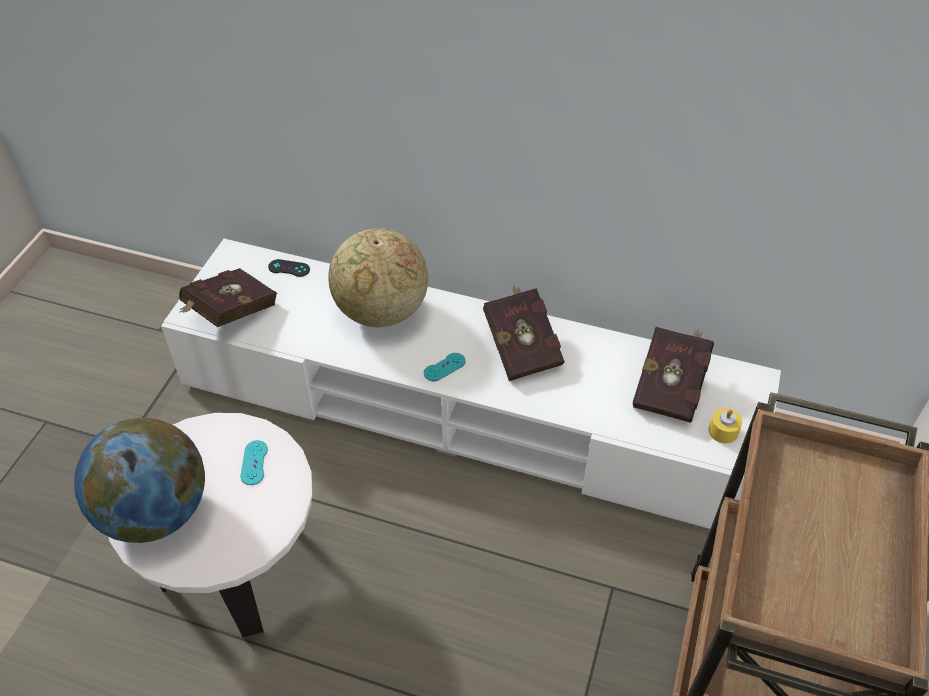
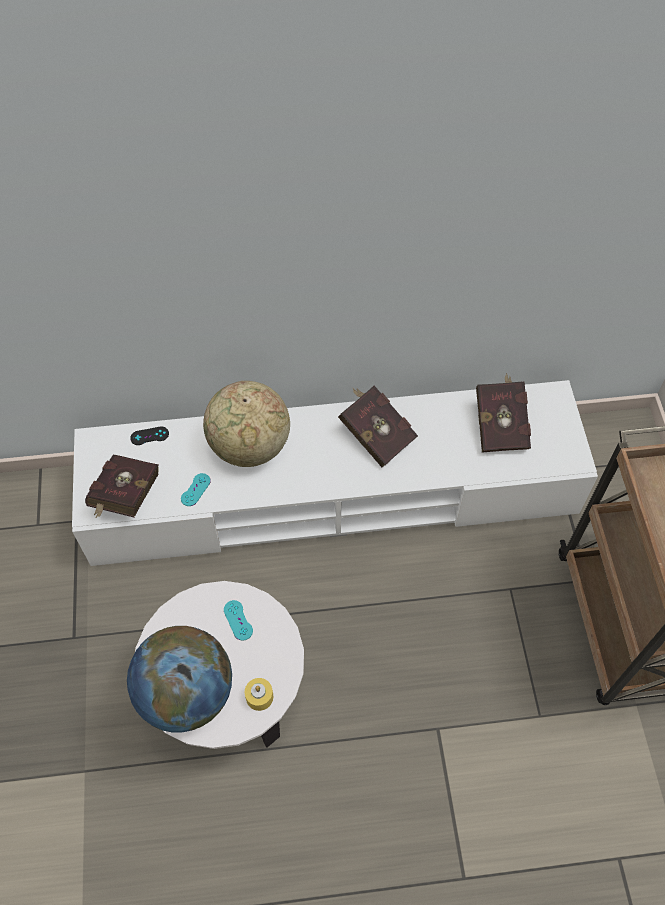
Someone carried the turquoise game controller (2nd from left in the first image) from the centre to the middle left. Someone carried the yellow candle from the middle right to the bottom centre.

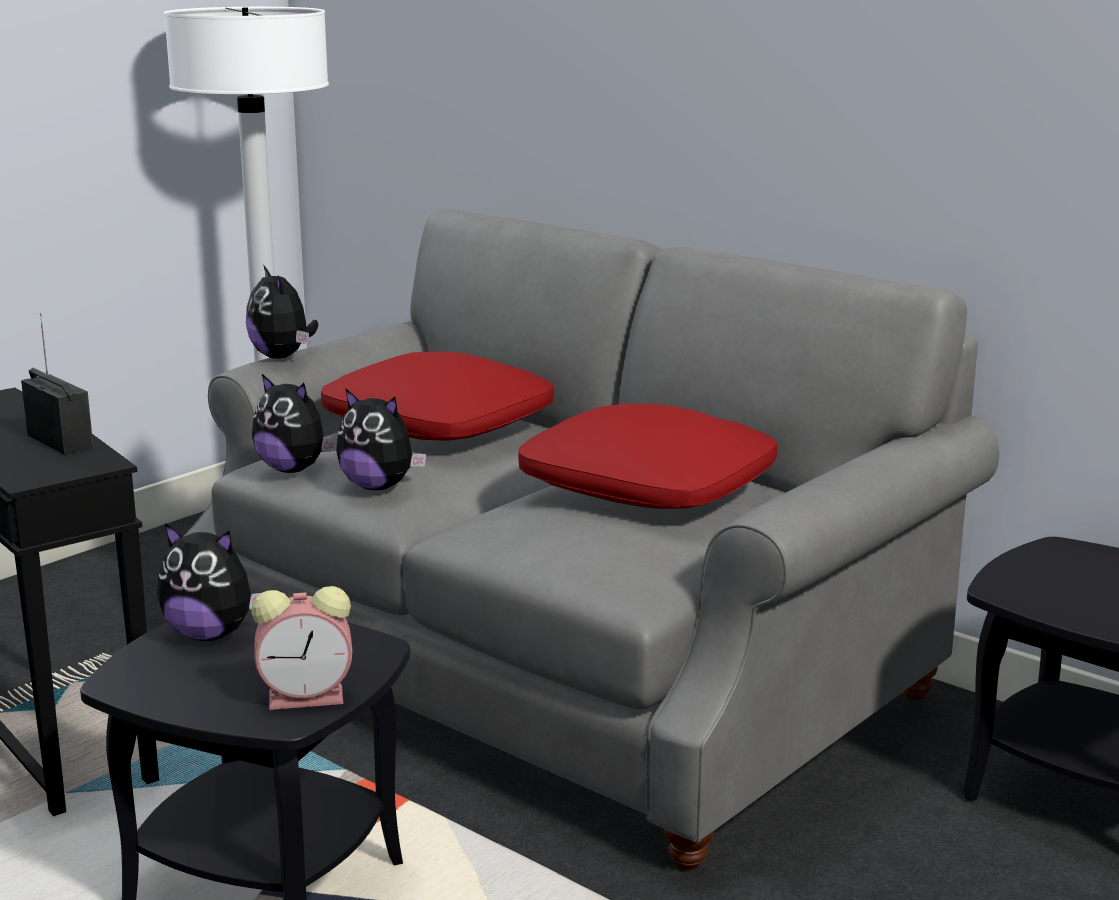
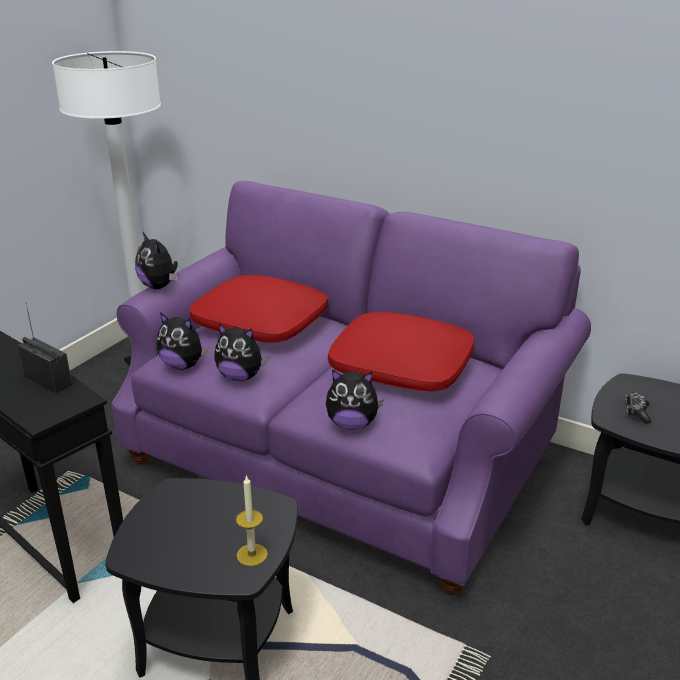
Someone repainted the grey sofa at the centre, which became the purple sofa at the centre. Someone carried the plush toy (1st from left in the first image) from the middle left to the centre. Someone swapped the alarm clock at the bottom left for the candle at the bottom centre. Someone put down the game controller at the middle right.

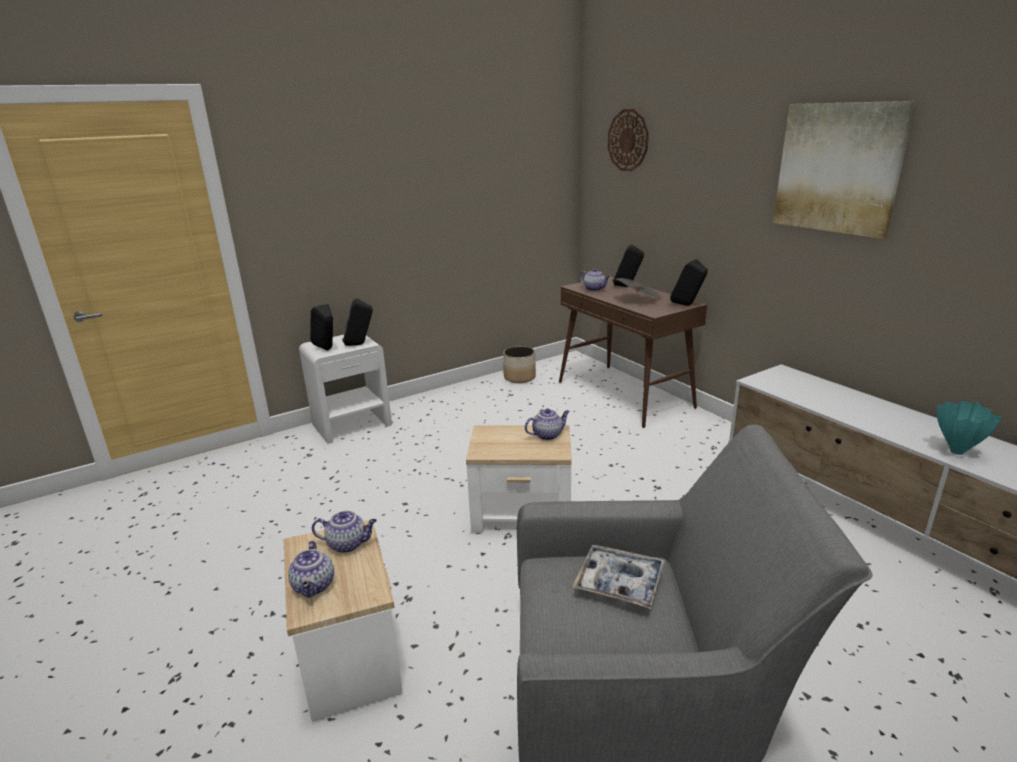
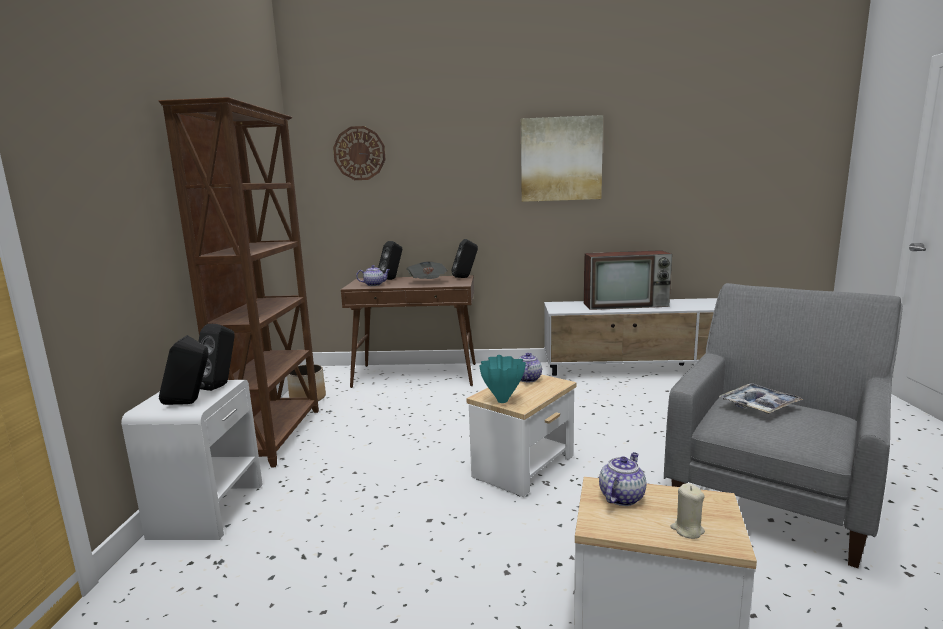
Someone carried the turquoise vase from the middle right to the centre. Someone swapped the teapot (1st from left) at the bottom left for the beige candle at the bottom right. Someone put down the brown bookcase at the middle left. Someone put down the television at the centre.

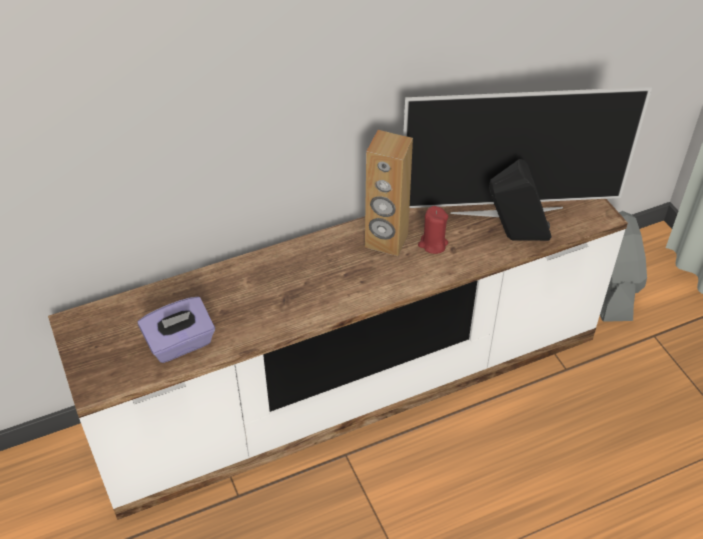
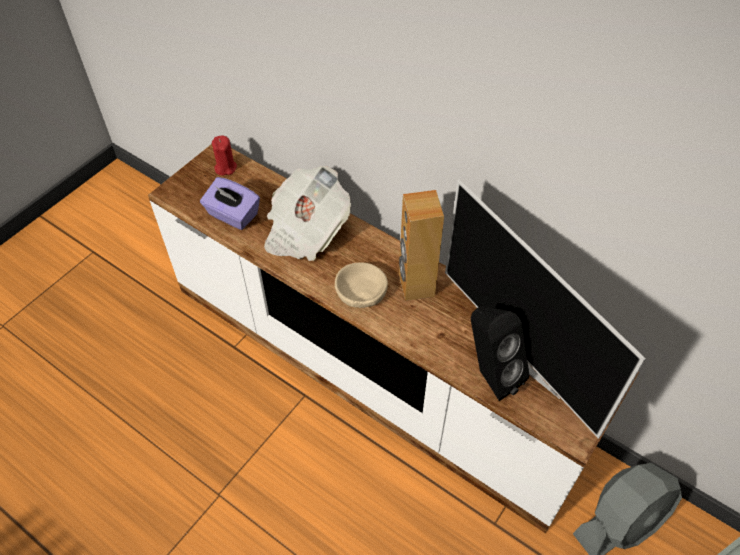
Someone carried the red candle from the centre to the top left. Someone put down the newspaper at the centre. Someone put down the beige bowl at the centre.

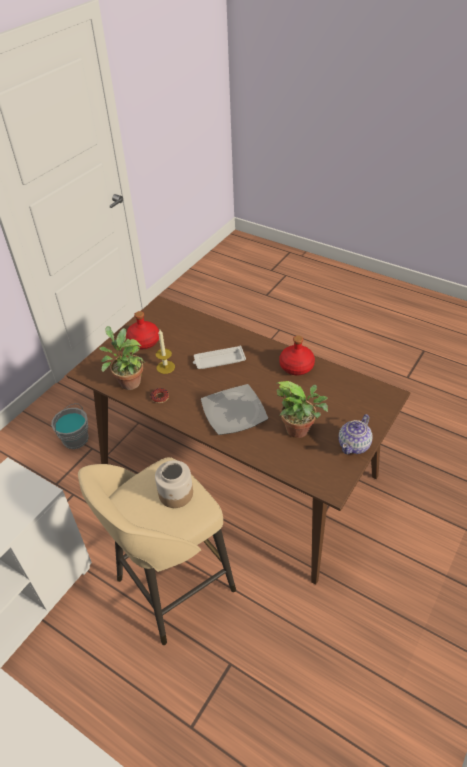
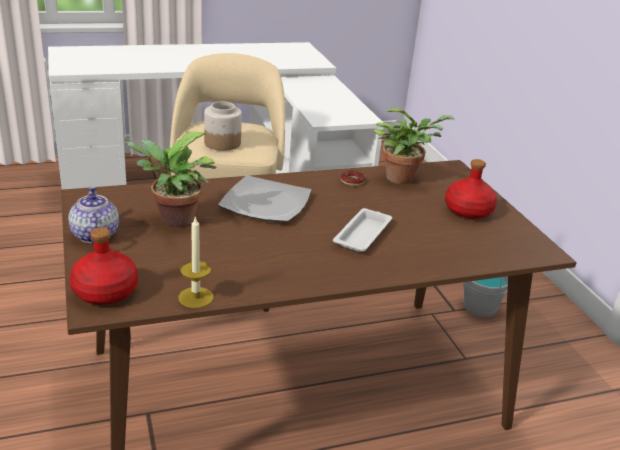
Someone carried the candle from the centre to the middle left. Someone carried the red bottle (2nd from left in the first image) from the centre to the middle left.

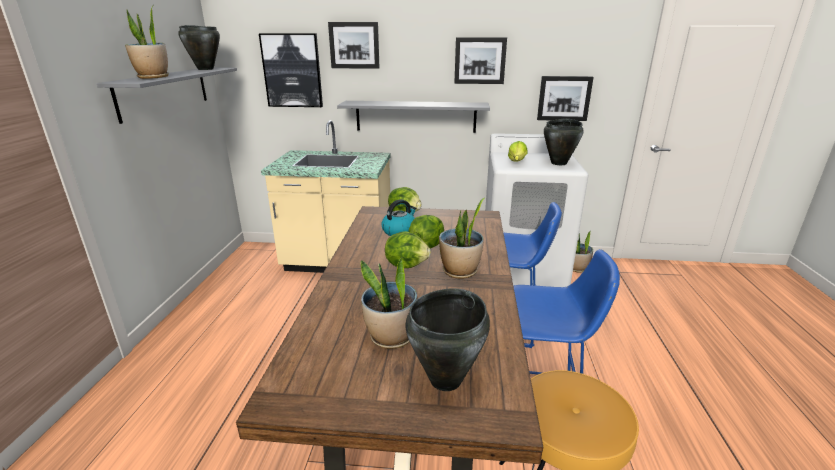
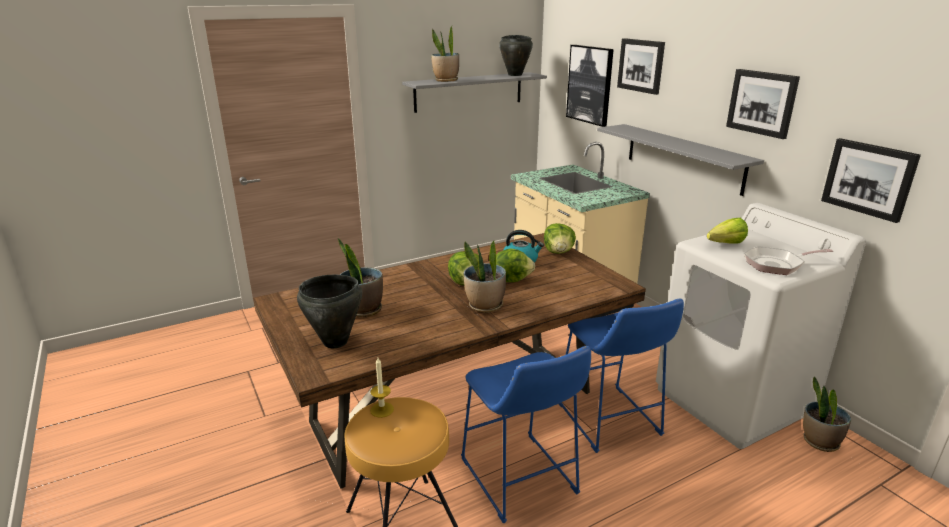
Someone swapped the black cooking pot (3rd from left) at the top right for the frying pan at the middle right. Someone put down the candle at the bottom centre.

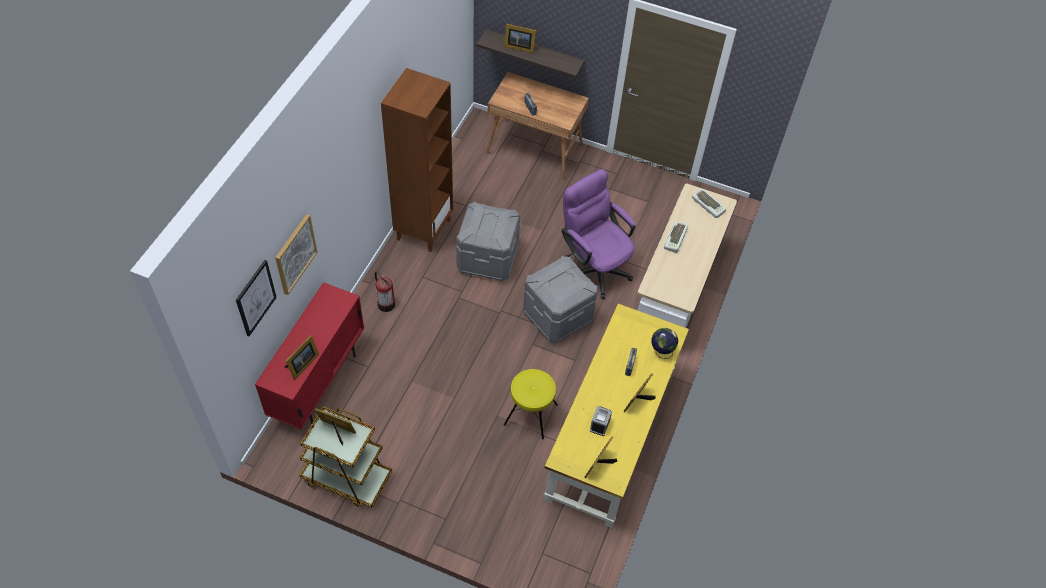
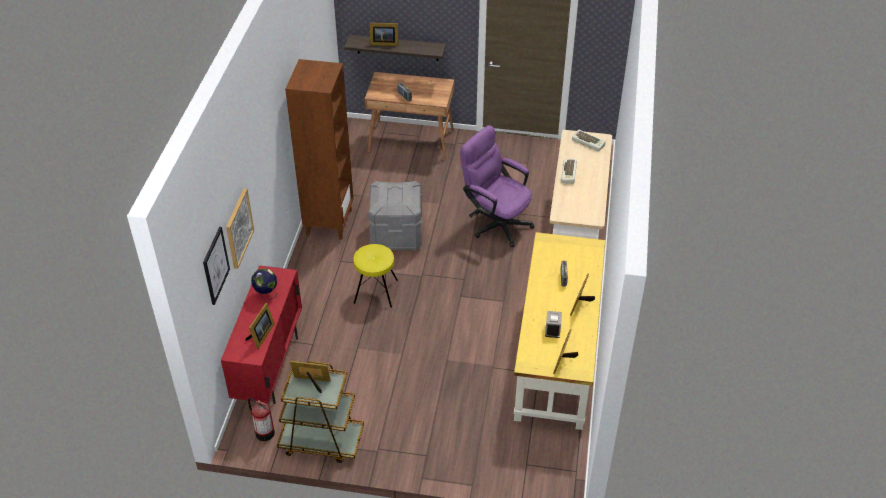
Someone took away the grey storage box (2nd from left) at the centre. Someone carried the fire extinguisher from the centre to the bottom left. Someone carried the globe from the centre to the middle left. Someone carried the yellow stool from the bottom centre to the centre.

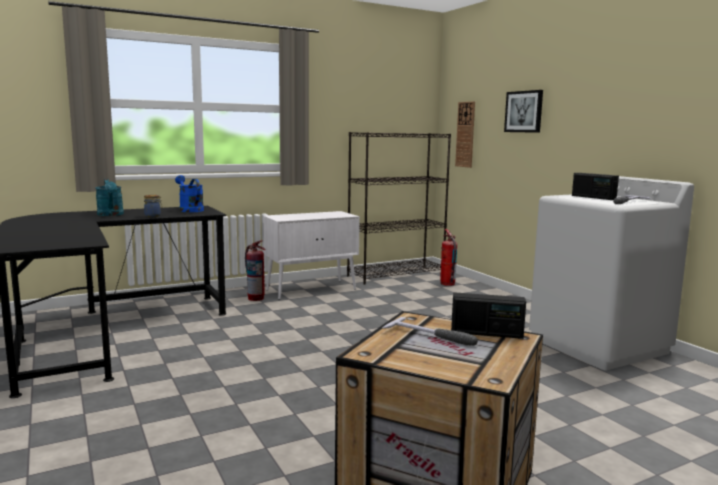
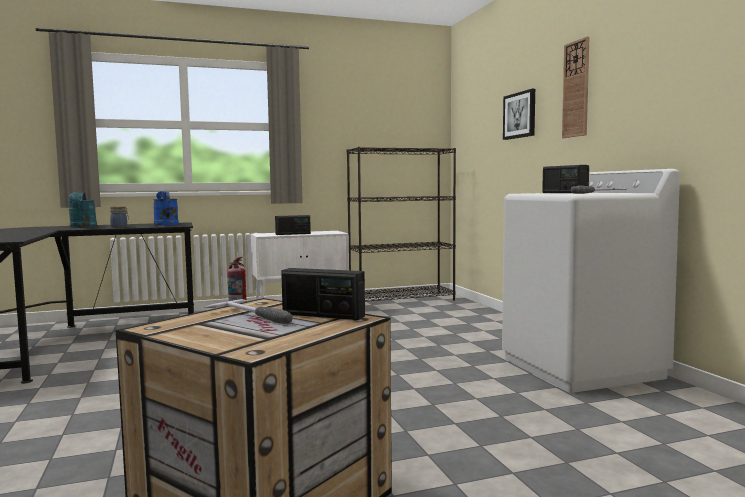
Someone carried the wall clock from the top centre to the top right. Someone took away the fire extinguisher (2nd from left) at the centre. Someone put down the radio (1st from left) at the centre.

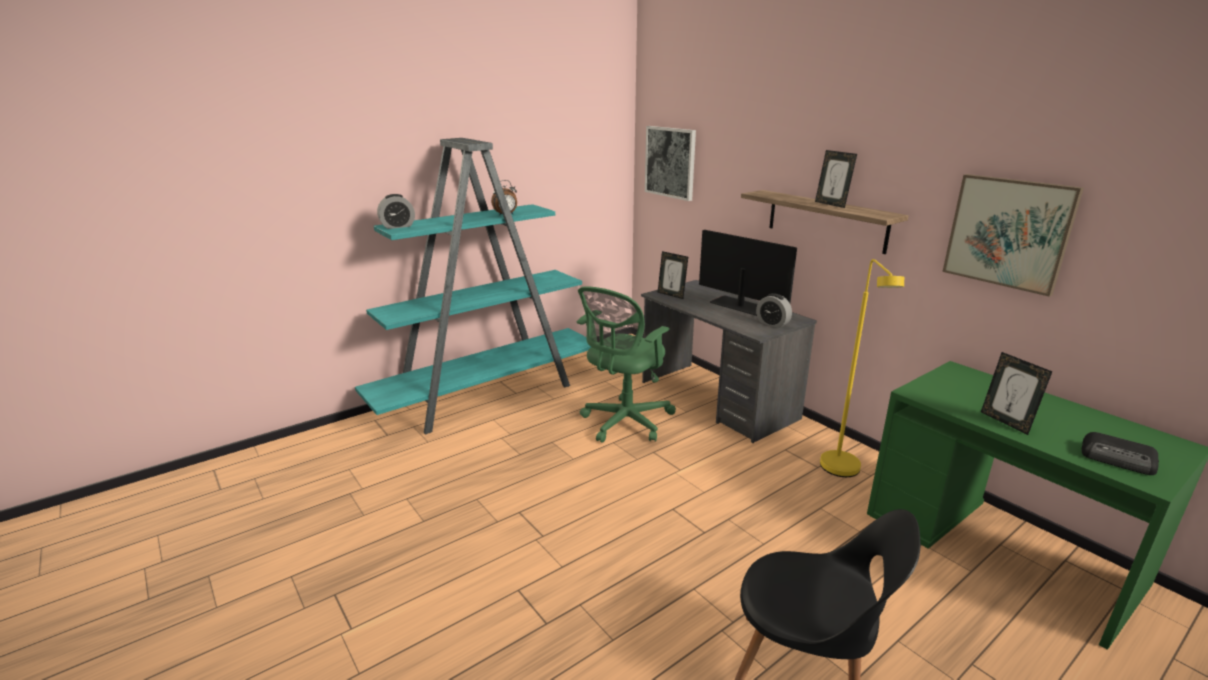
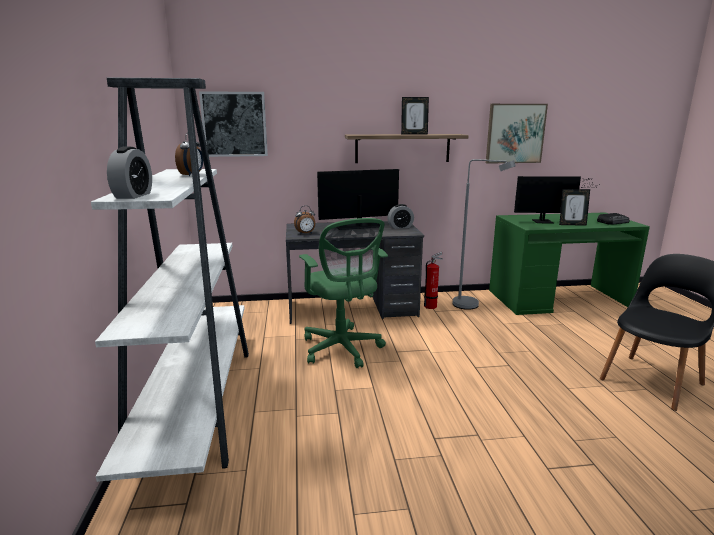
Someone repainted the turquoise bookcase at the centre, which became the white bookcase at the middle left. Someone swapped the picture frame (1st from left) at the centre for the alarm clock (3rd from left) at the centre. Someone repainted the yellow floor lamp at the middle right, which became the grey floor lamp at the middle right. Someone put down the monitor (2nd from left) at the middle right. Someone put down the fire extinguisher at the centre.

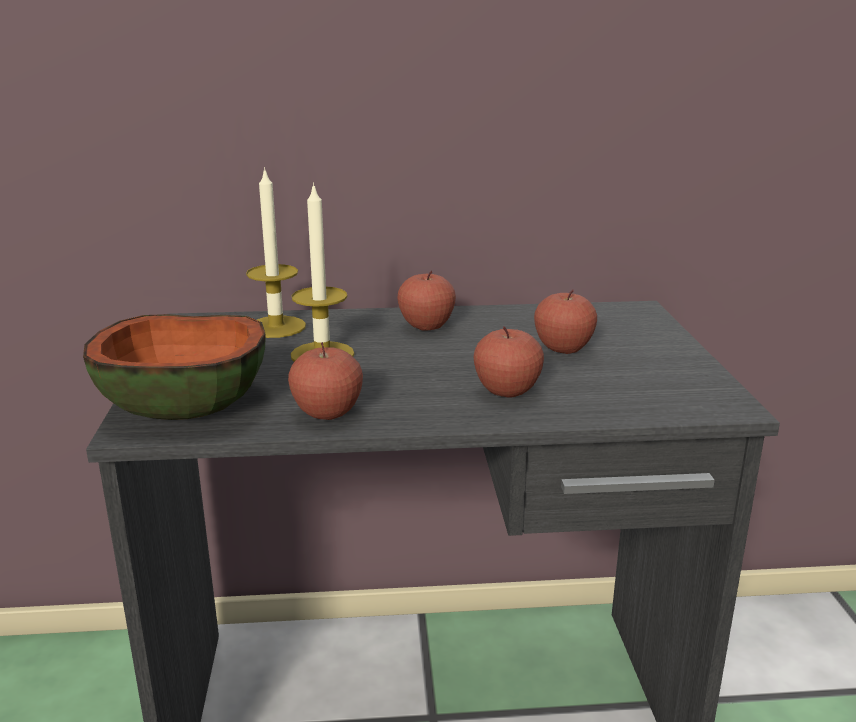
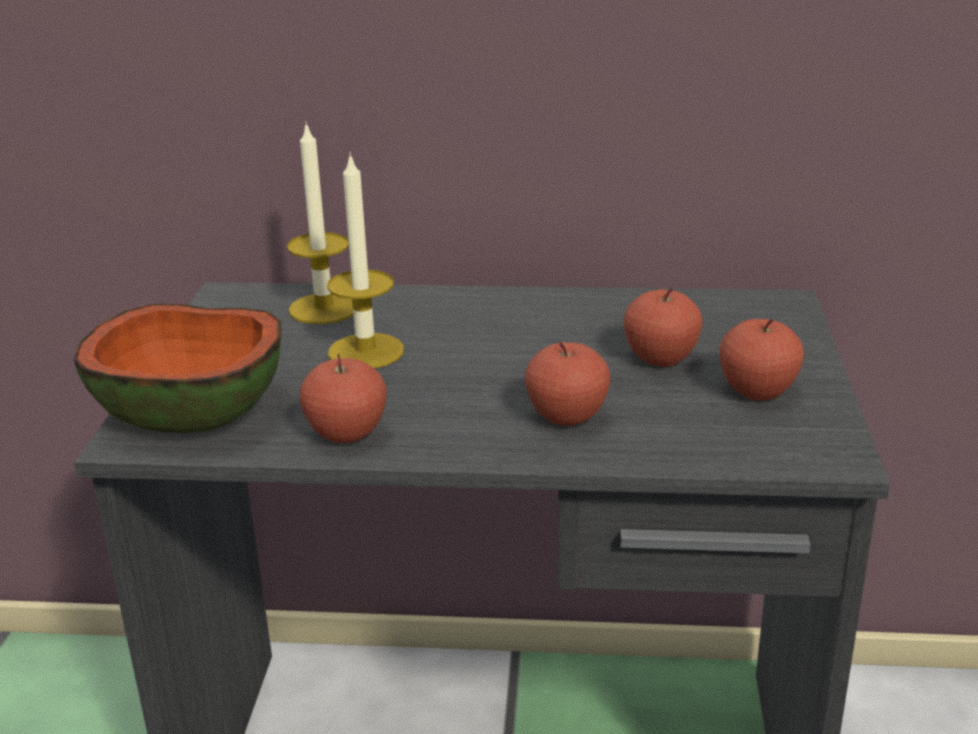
Someone carried the apple (2nd from left in the first image) from the centre to the middle right.

